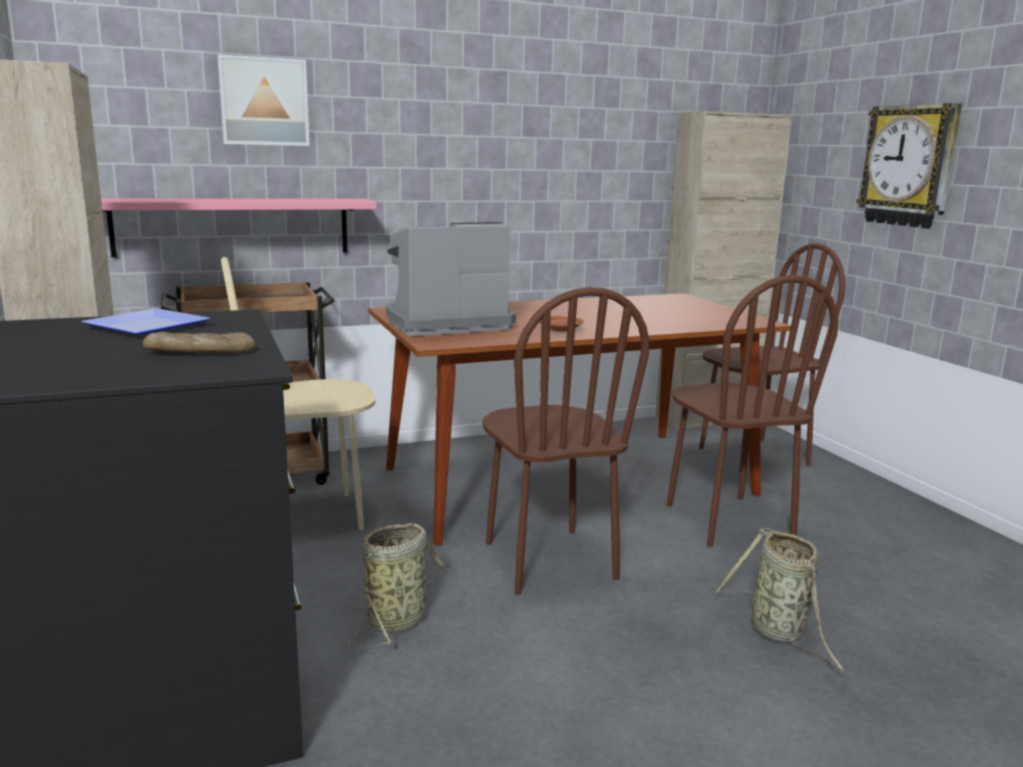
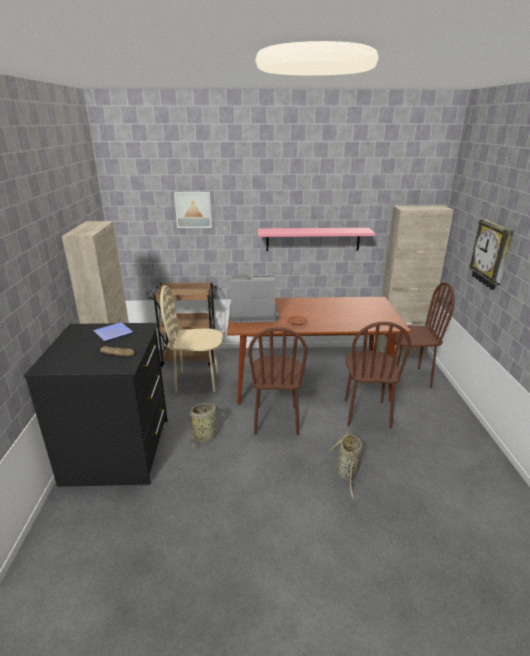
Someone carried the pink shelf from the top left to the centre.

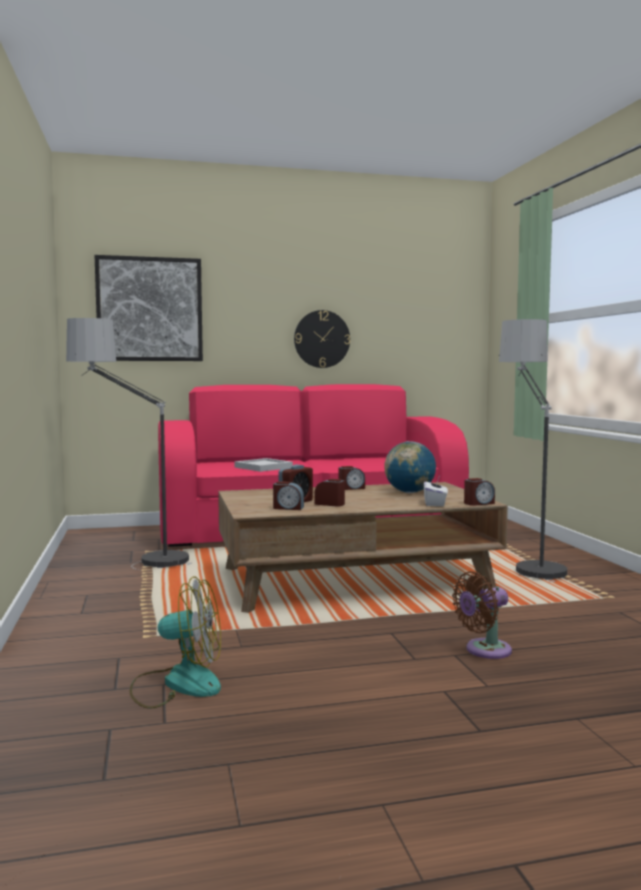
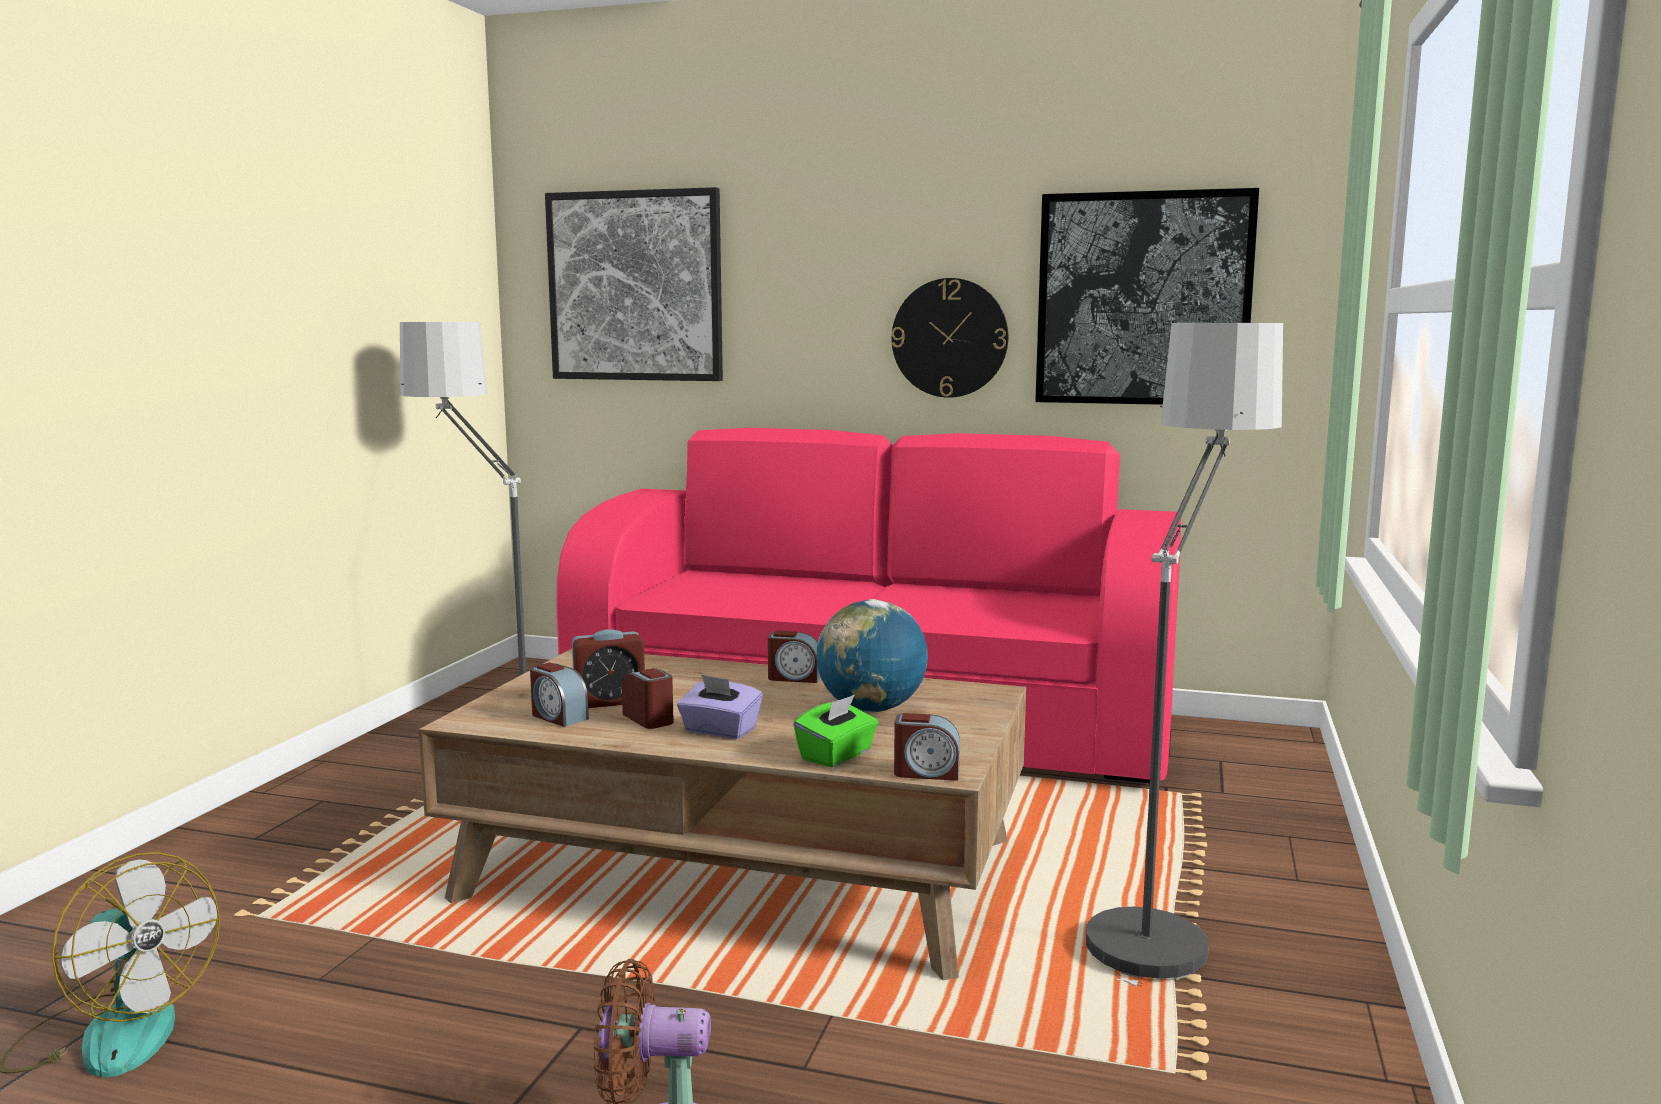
Someone took away the white tray at the centre. Someone repainted the white tissue box at the middle right, which became the green tissue box at the centre. Someone put up the picture (2nd from left) at the top right. Someone put down the purple tissue box at the centre.

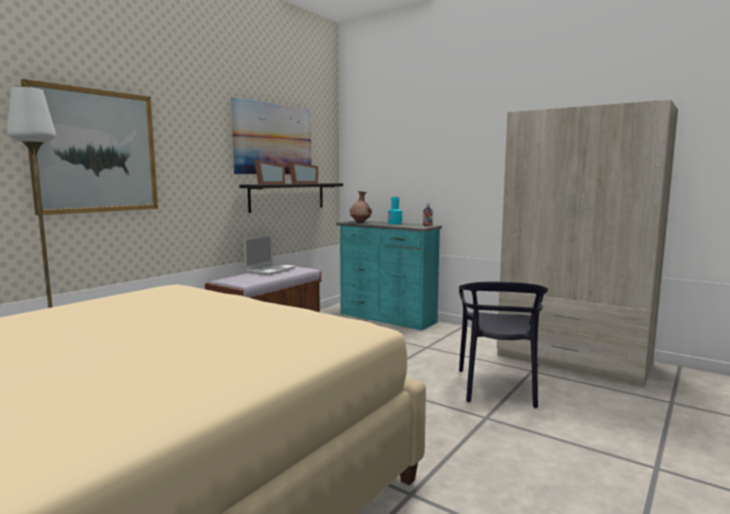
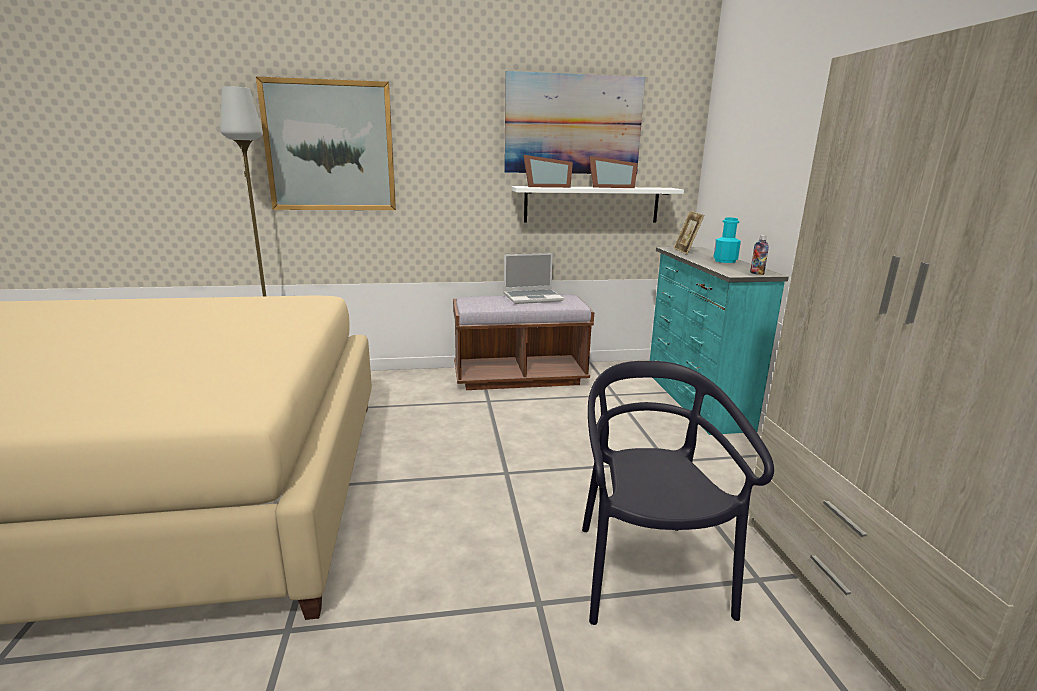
Someone repainted the black shelf at the centre, which became the white shelf at the top centre. Someone swapped the brown vase at the centre for the picture frame (3rd from left) at the centre. Someone rotated the black chair at the bottom right by 120 degrees clockwise.

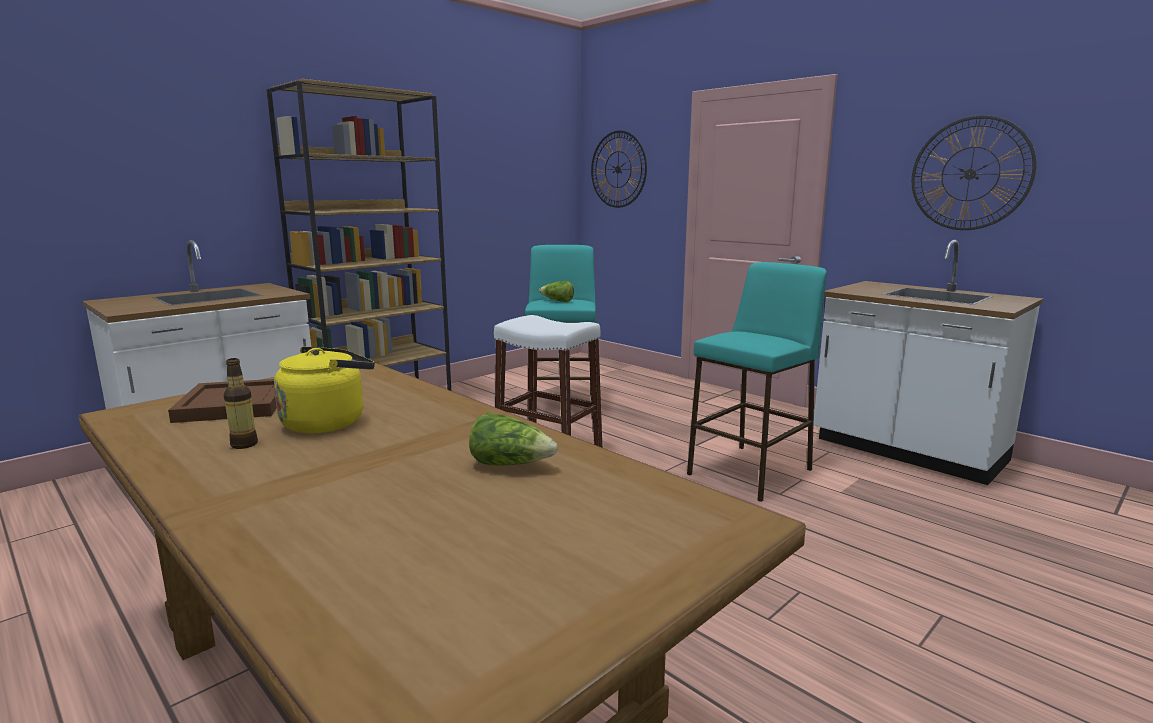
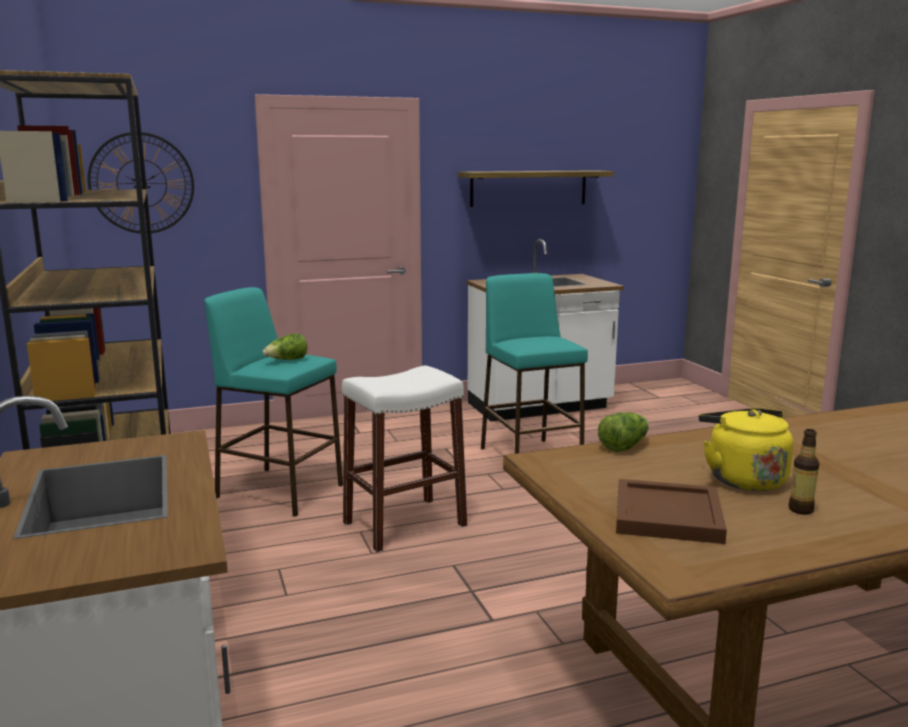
Someone swapped the wall clock (2nd from left) at the top right for the shelf at the top centre. Someone carried the lettuce (1st from left in the first image) from the centre to the middle right.

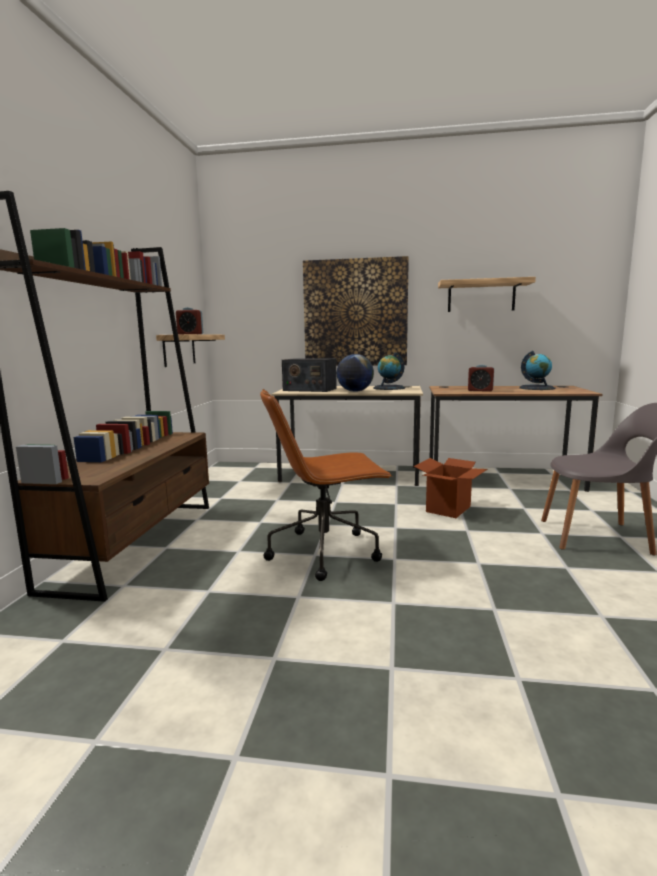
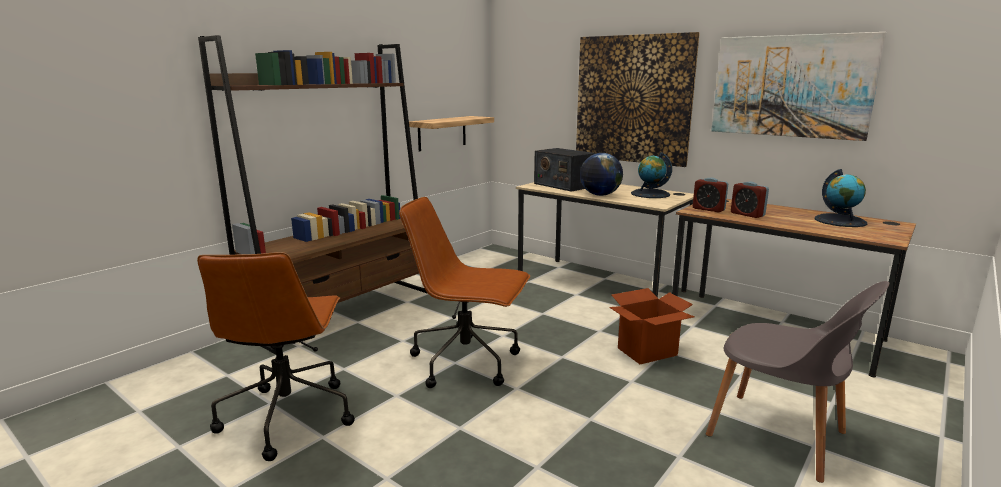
Someone swapped the shelf (2nd from left) at the middle right for the picture (2nd from left) at the top right. Someone carried the alarm clock (1st from left) from the middle left to the middle right. Someone put down the brown office chair (1st from left) at the bottom left.

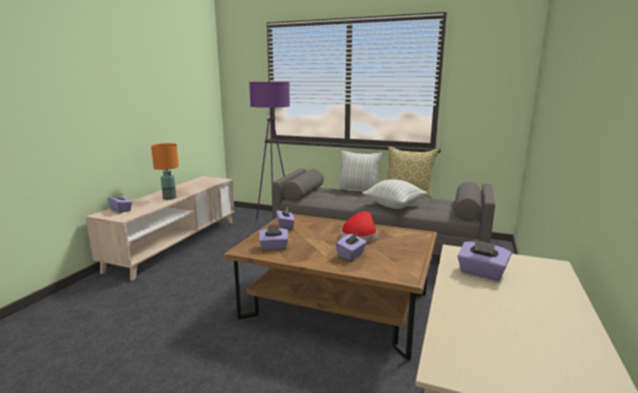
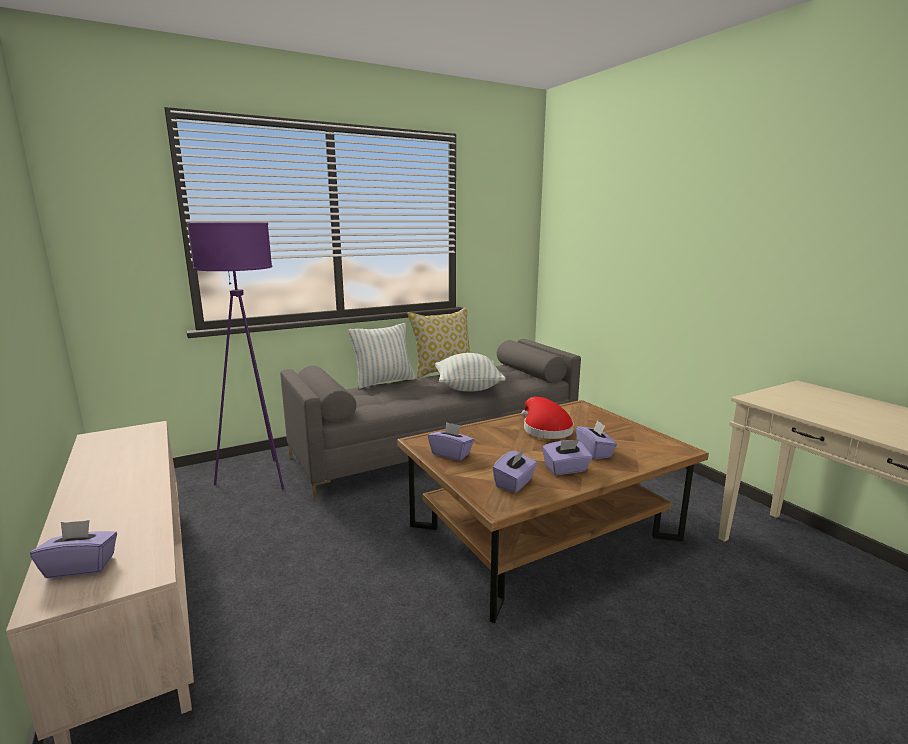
Someone took away the orange table lamp at the middle left. Someone carried the purple tissue box (5th from left in the first image) from the middle right to the centre.

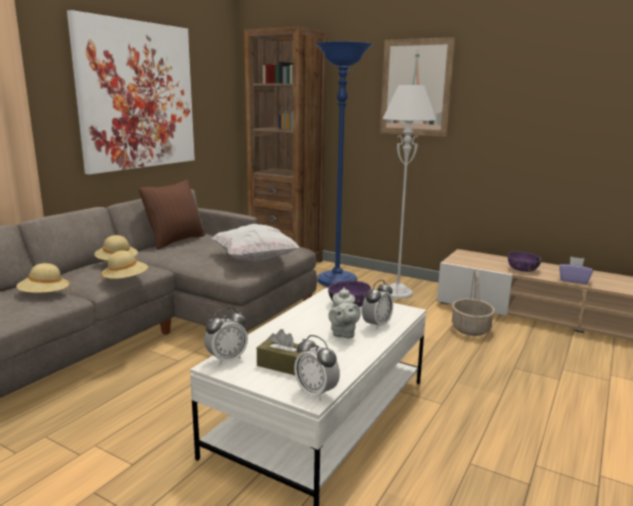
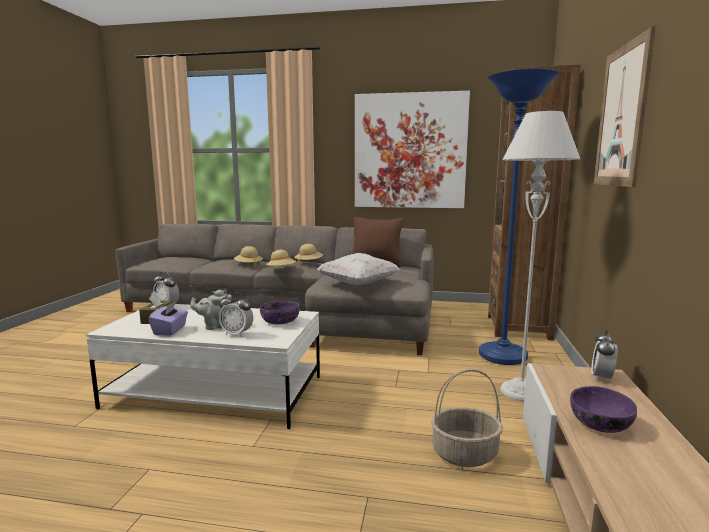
Someone carried the purple tissue box from the middle right to the middle left. Someone carried the alarm clock (2nd from left in the first image) from the bottom centre to the bottom right.

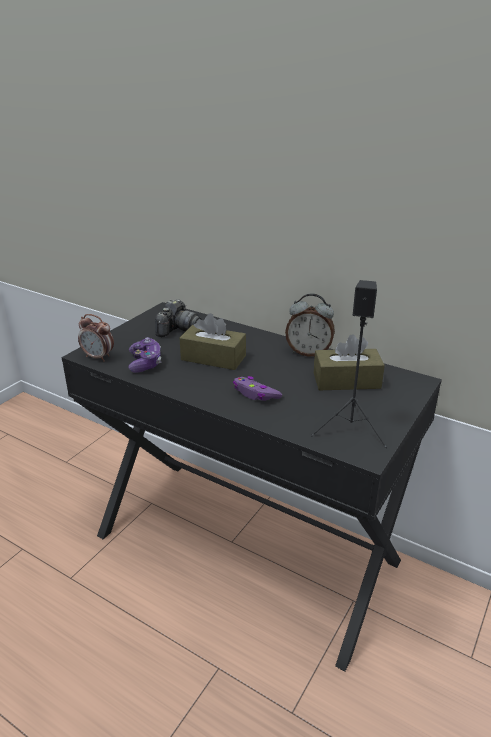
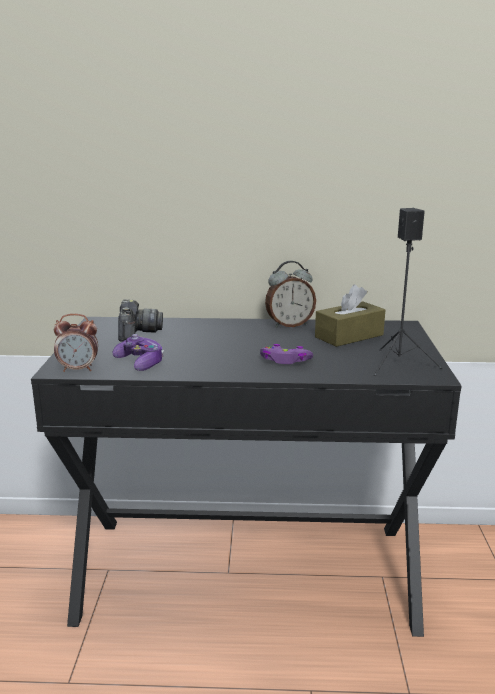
Someone took away the brown tissue box (1st from left) at the centre.

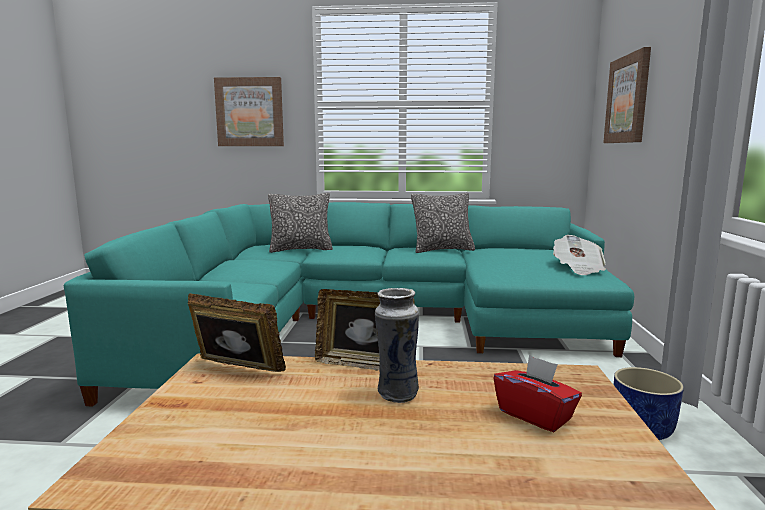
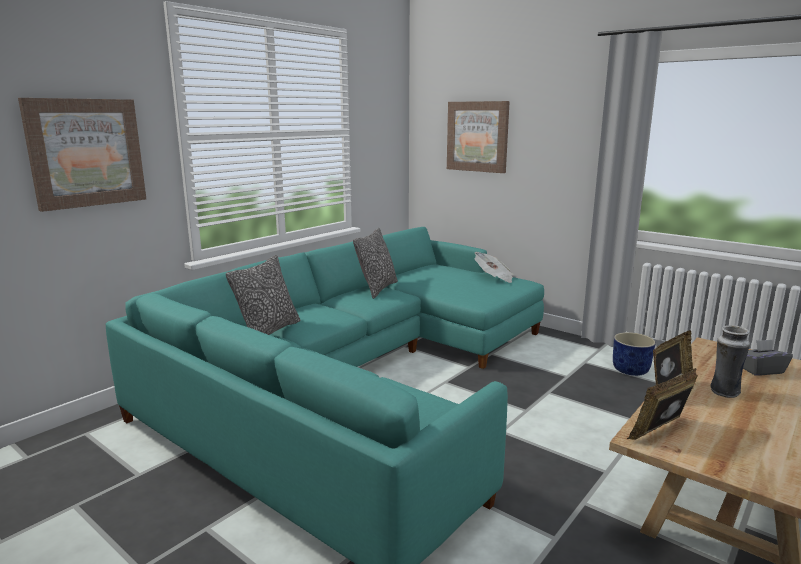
Someone repainted the red tissue box at the bottom right, which became the grey tissue box at the middle right.

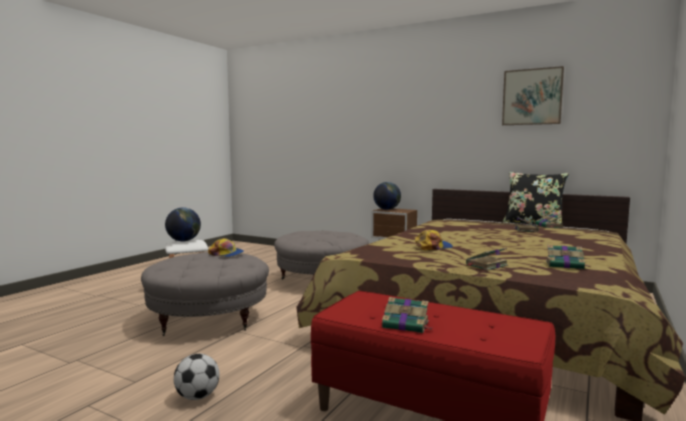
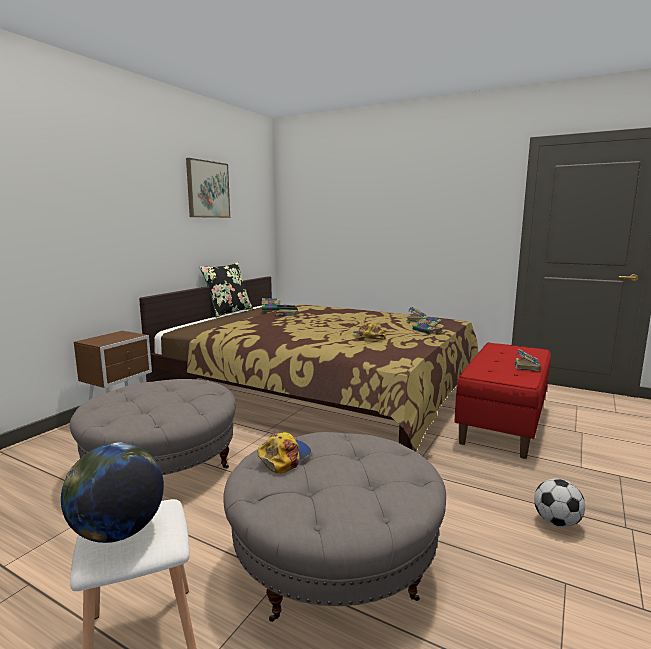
Someone took away the globe (2nd from left) at the centre.

